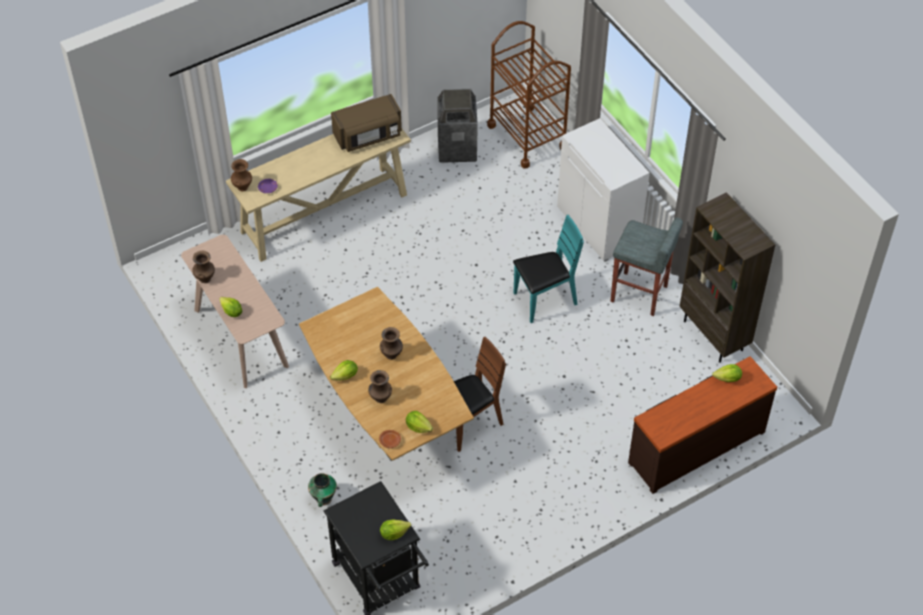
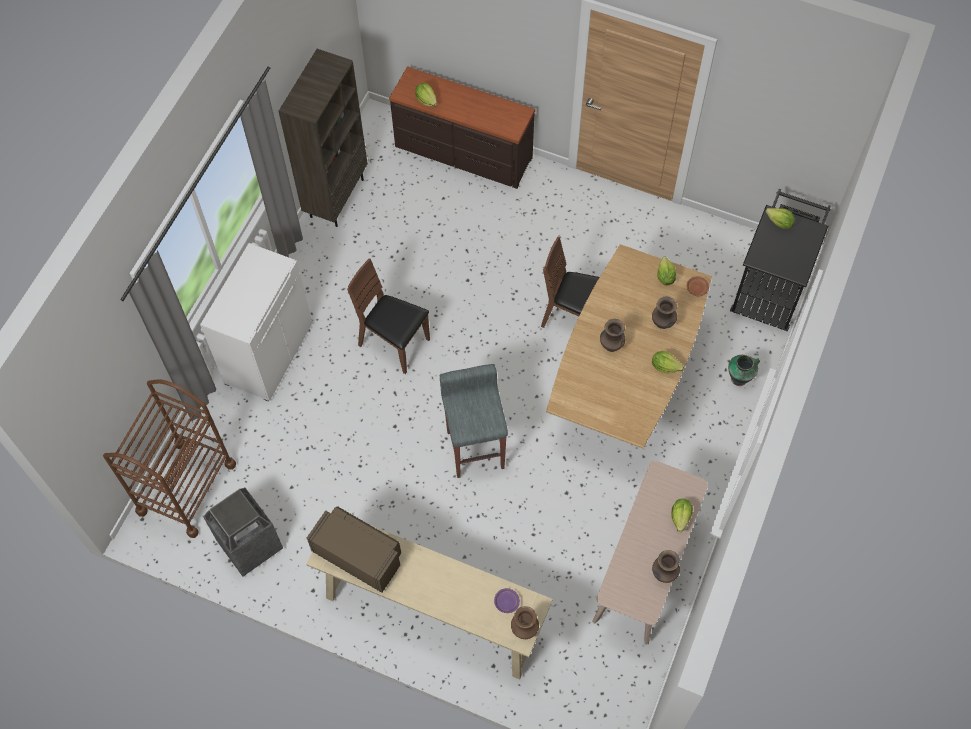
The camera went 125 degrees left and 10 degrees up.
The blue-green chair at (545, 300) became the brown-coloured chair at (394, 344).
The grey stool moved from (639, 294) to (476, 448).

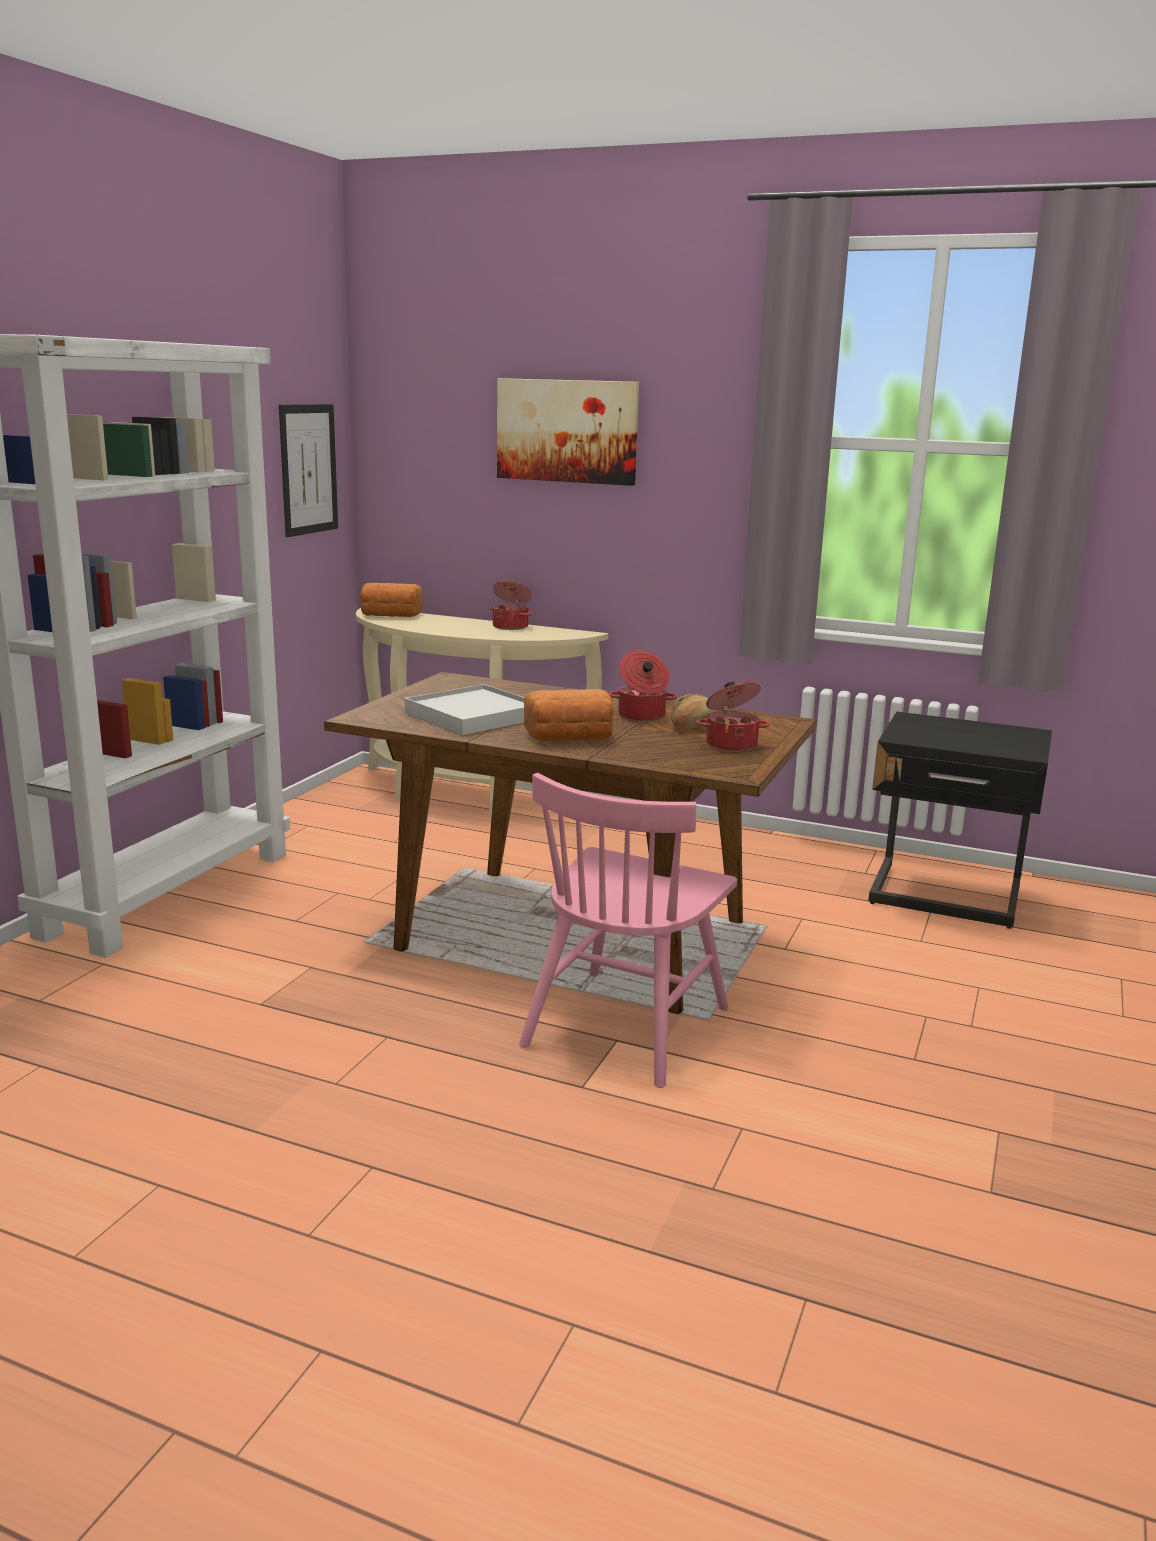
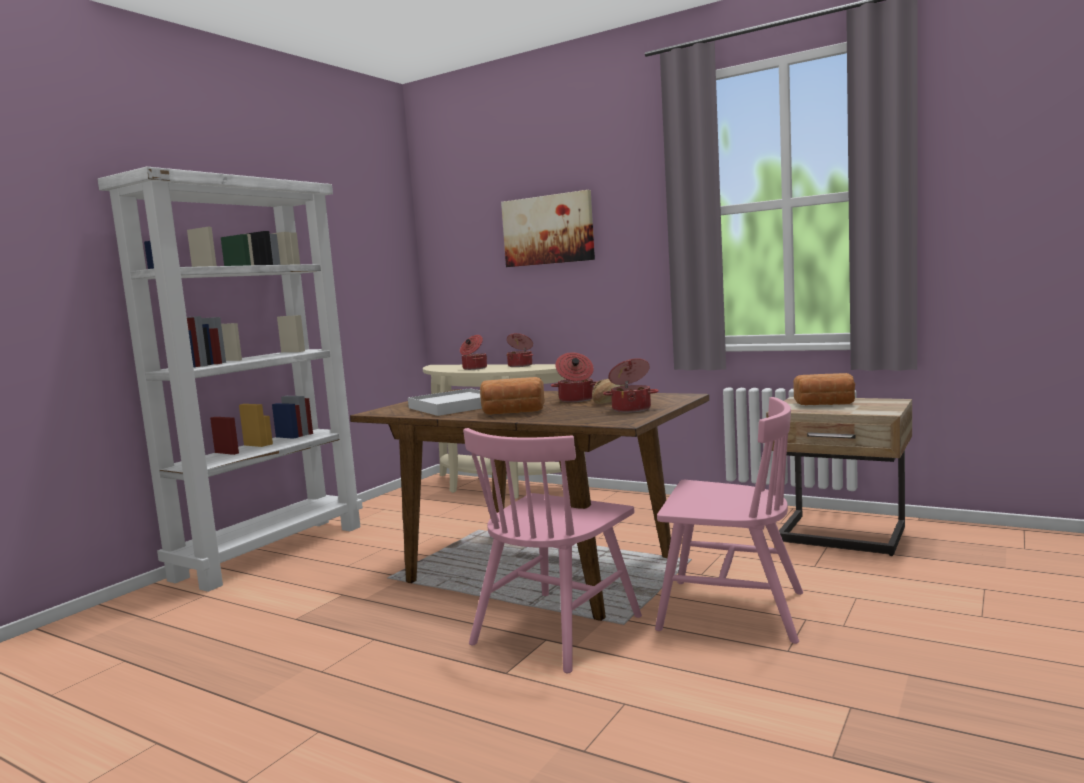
The camera went 10 degrees right and 10 degrees down.
The wall picture at (308, 469) disappeared.
The baked bread moved from (390, 616) to (825, 404).
The blackish night table at (945, 898) became the beige night table at (841, 537).
The saucepot at (474, 368) appeared.
The pink-coloured chair at (730, 610) appeared.

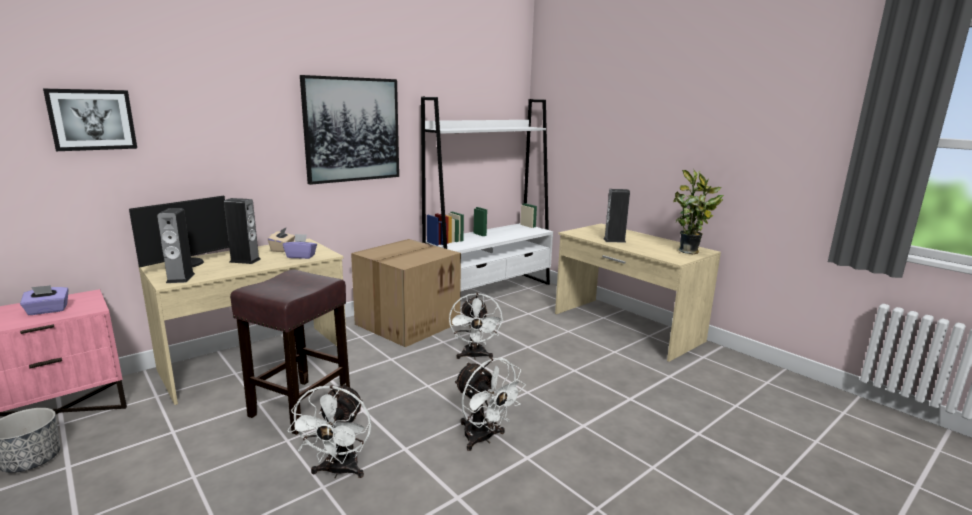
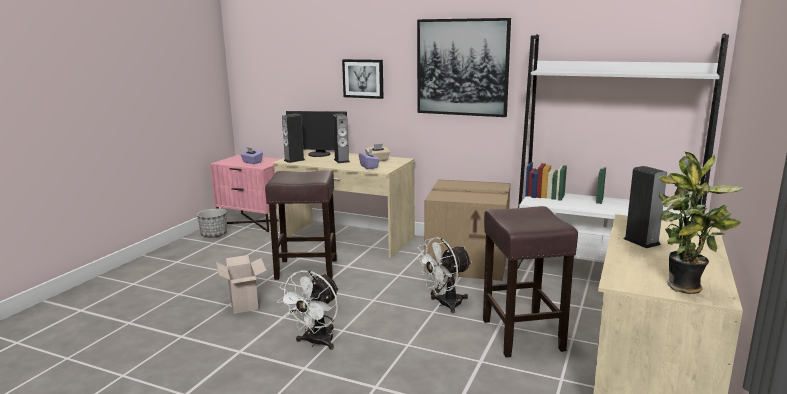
The camera went 65 degrees right and 0 degrees up.
The wall picture moved from (92, 119) to (363, 78).
The whitish electric fan at (338, 471) was replaced by the carton at (245, 304).
The brown-coloured stool at (521, 334) appeared.

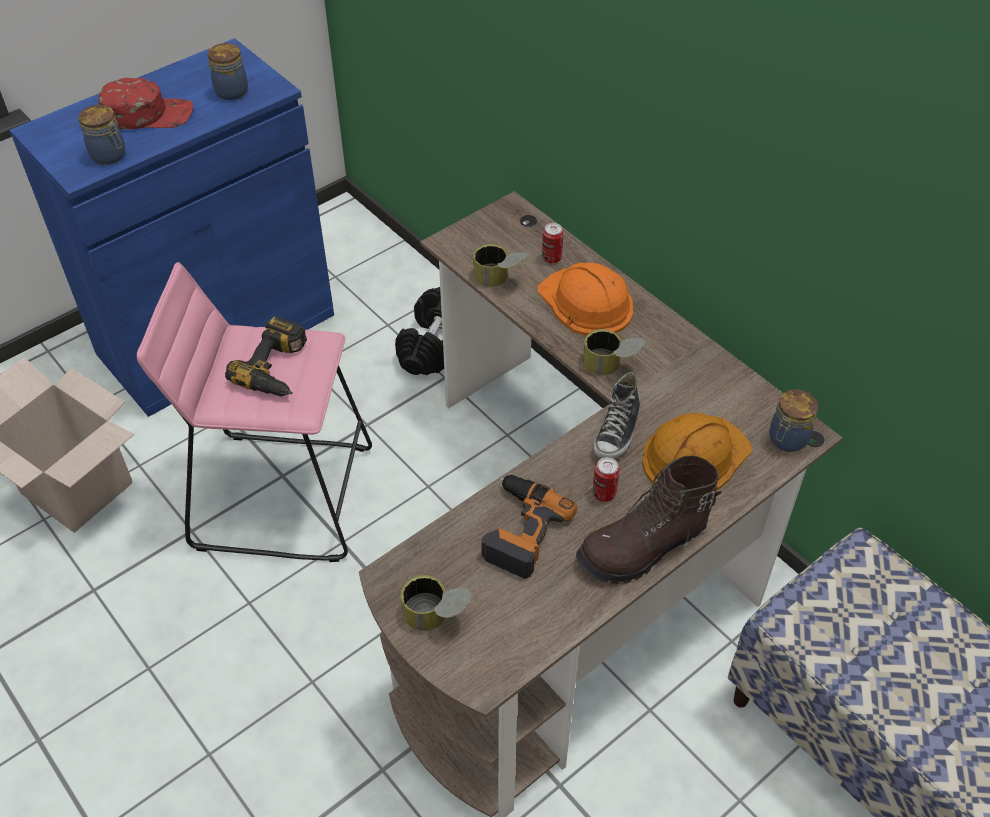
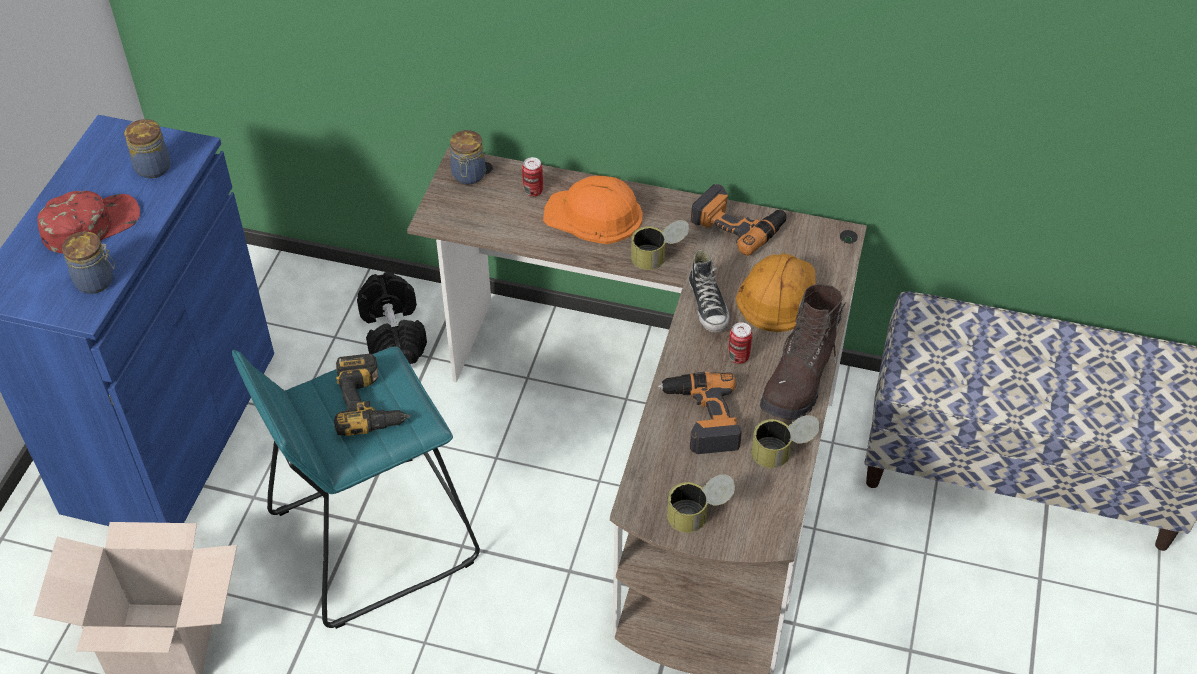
The camera went 35 degrees left and 0 degrees up.
The can moved from (499, 279) to (782, 452).
The pink-coloured stool at (283, 495) became the blue-green stool at (373, 537).
The preserve jar moved from (786, 439) to (468, 175).
The power drill at (738, 224) appeared.

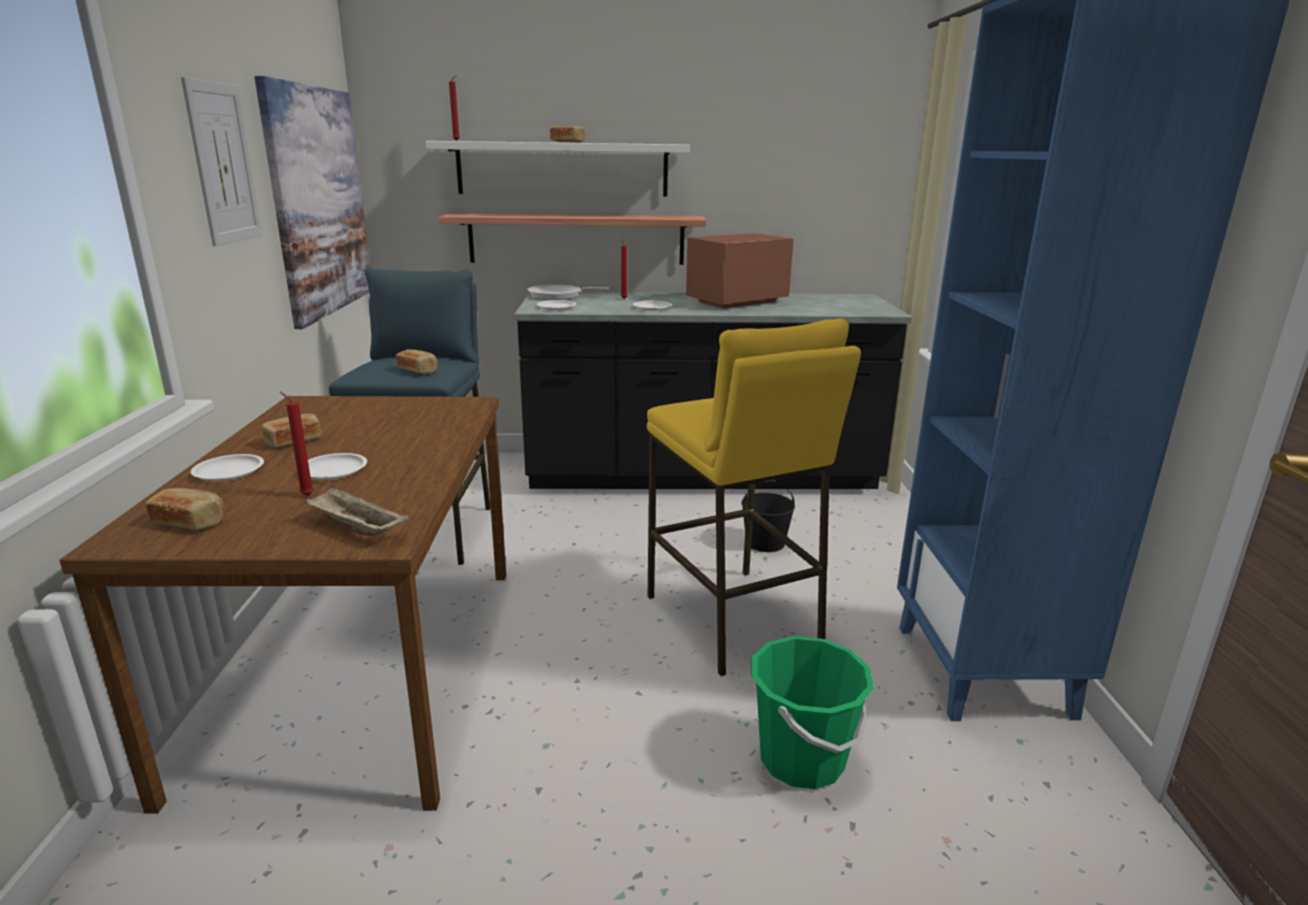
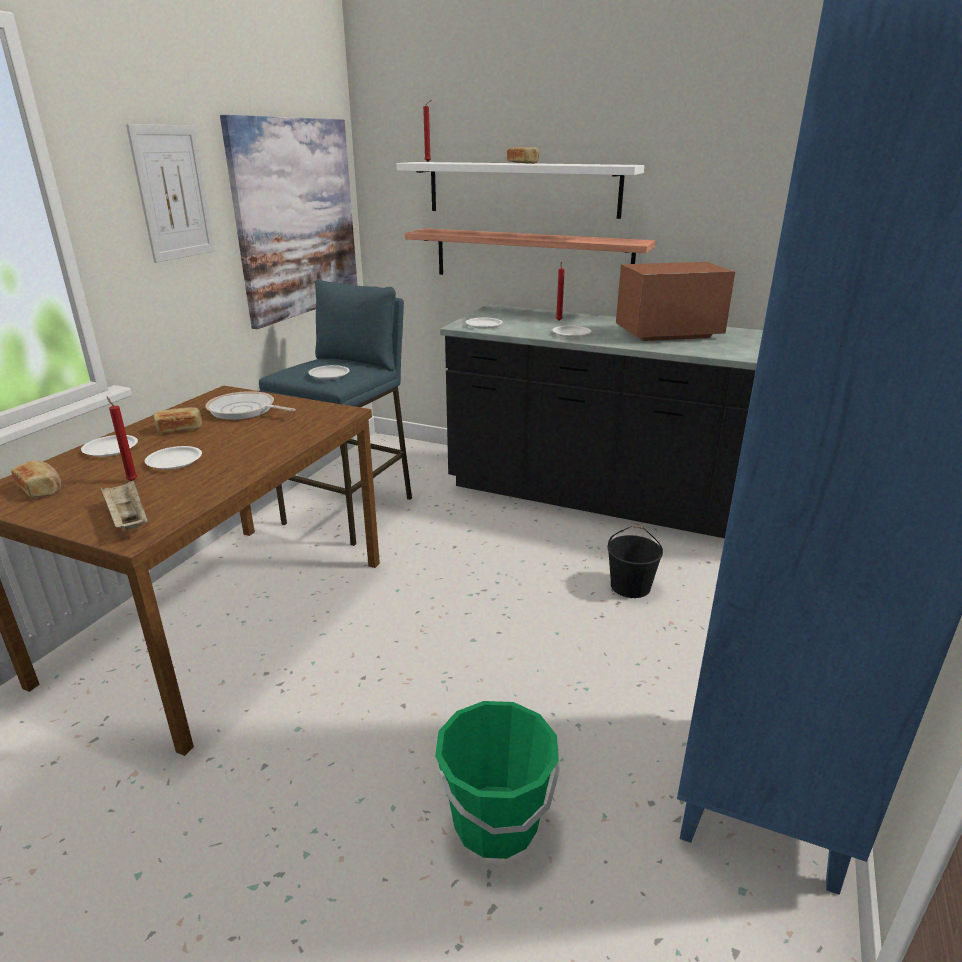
The camera went 25 degrees right and 5 degrees up.
The frying pan moved from (558, 296) to (244, 411).
The yellow stool at (733, 620) disappeared.
The baked bread at (418, 370) was replaced by the whitish plate at (329, 375).

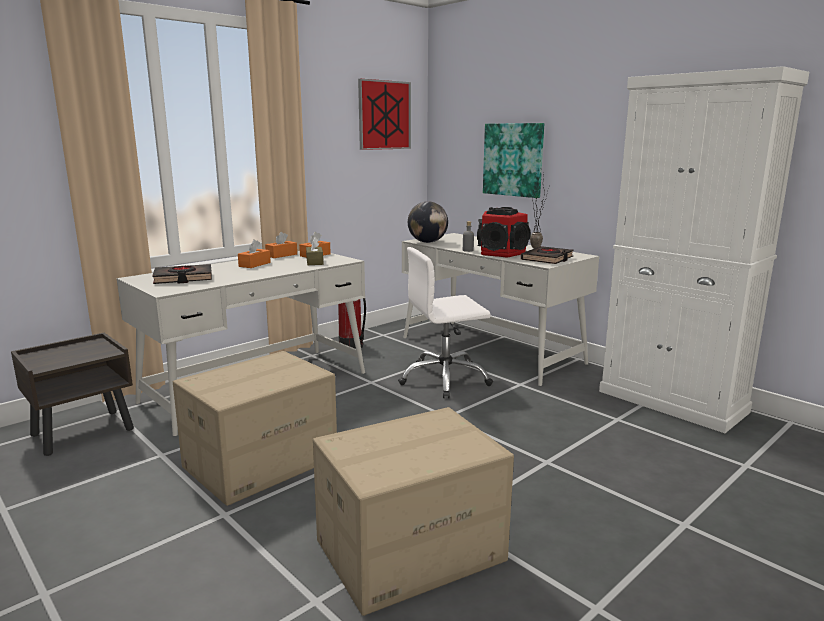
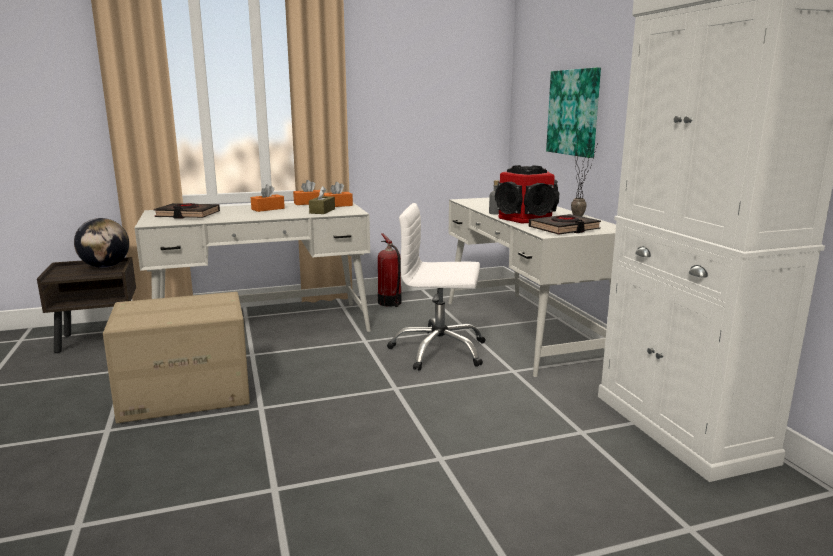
The camera went 25 degrees right and 0 degrees up.
The wall picture at (384, 115) disappeared.
The globe moved from (427, 242) to (105, 266).
The carton at (410, 550) disappeared.

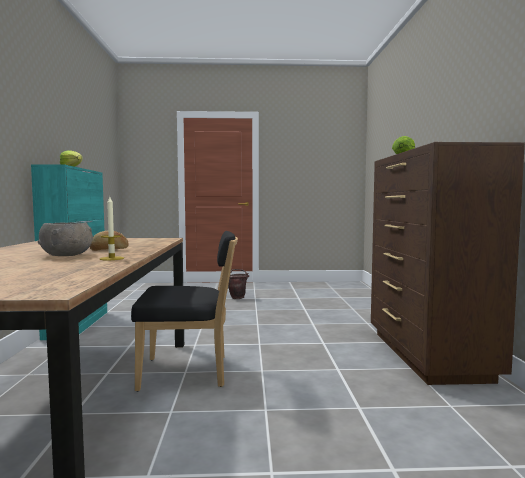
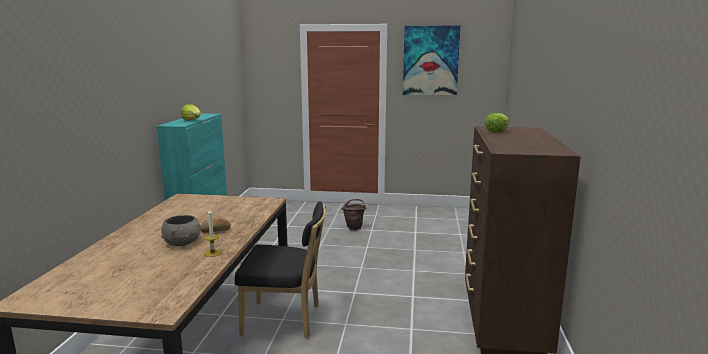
The camera went 10 degrees right and 10 degrees up.
The wall picture at (430, 60) appeared.

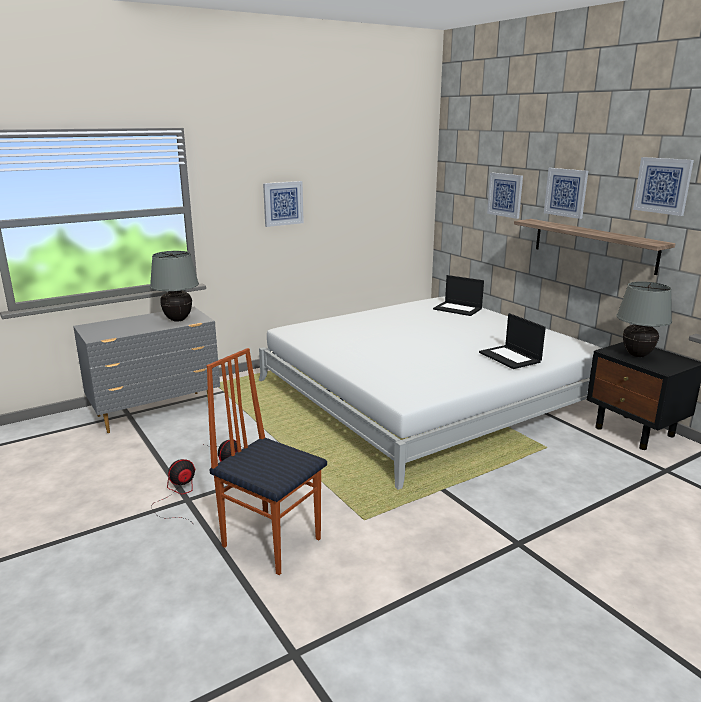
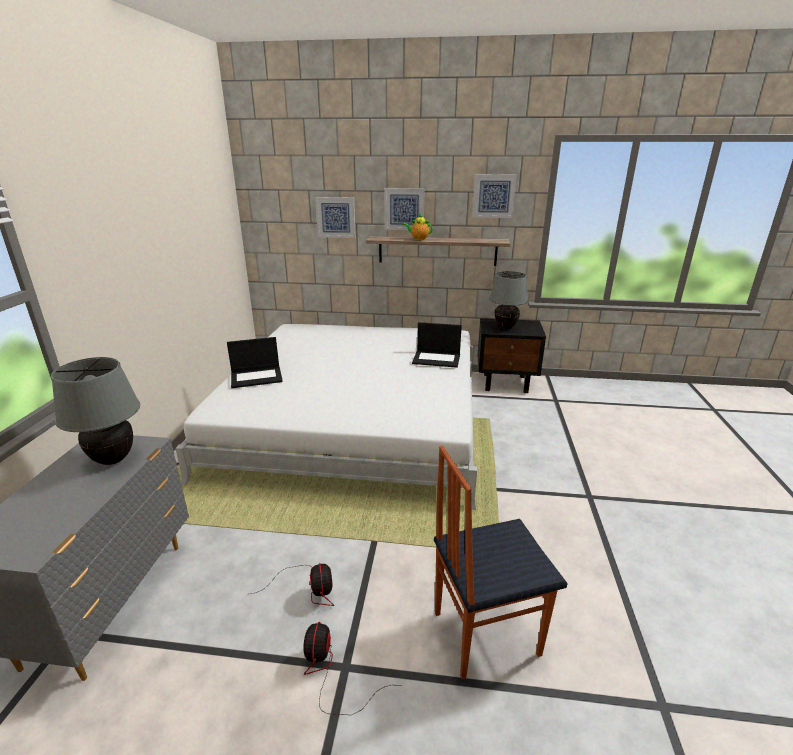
The camera went 50 degrees left and 5 degrees up.
The wall picture at (283, 203) disappeared.
The laptop moved from (458, 309) to (257, 377).
The tea pot at (418, 239) appeared.

